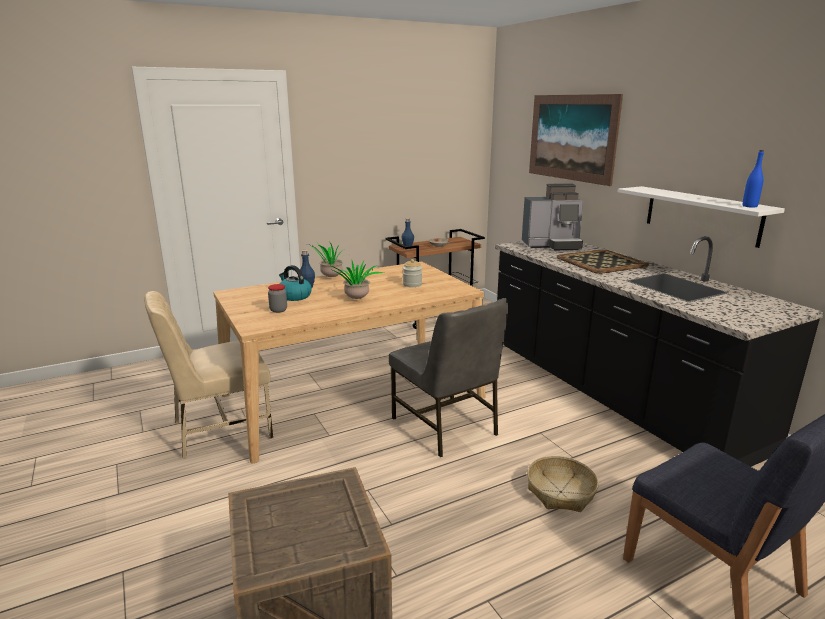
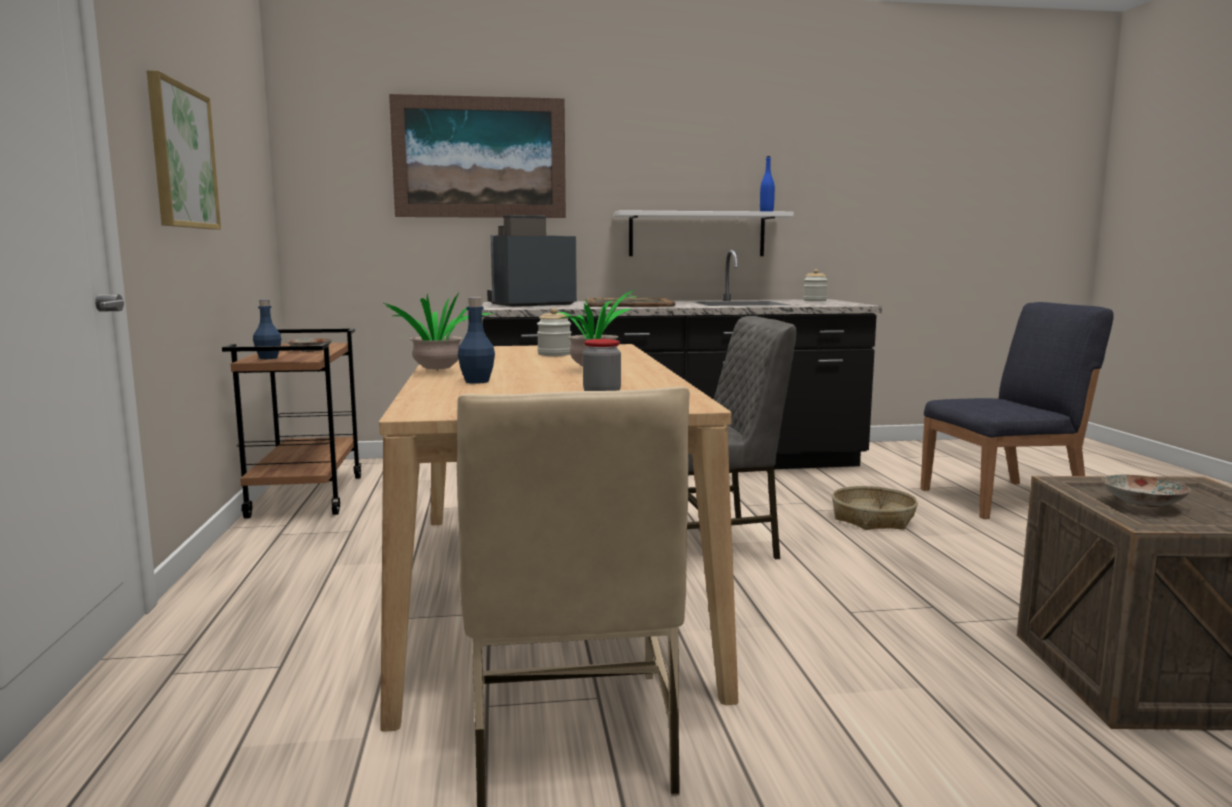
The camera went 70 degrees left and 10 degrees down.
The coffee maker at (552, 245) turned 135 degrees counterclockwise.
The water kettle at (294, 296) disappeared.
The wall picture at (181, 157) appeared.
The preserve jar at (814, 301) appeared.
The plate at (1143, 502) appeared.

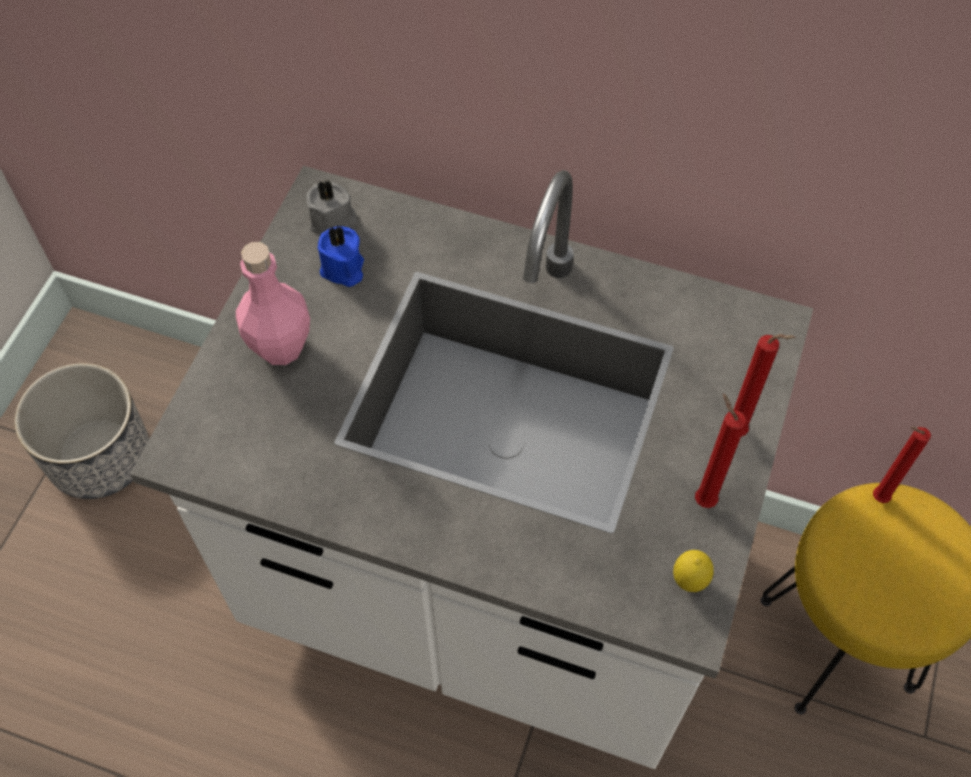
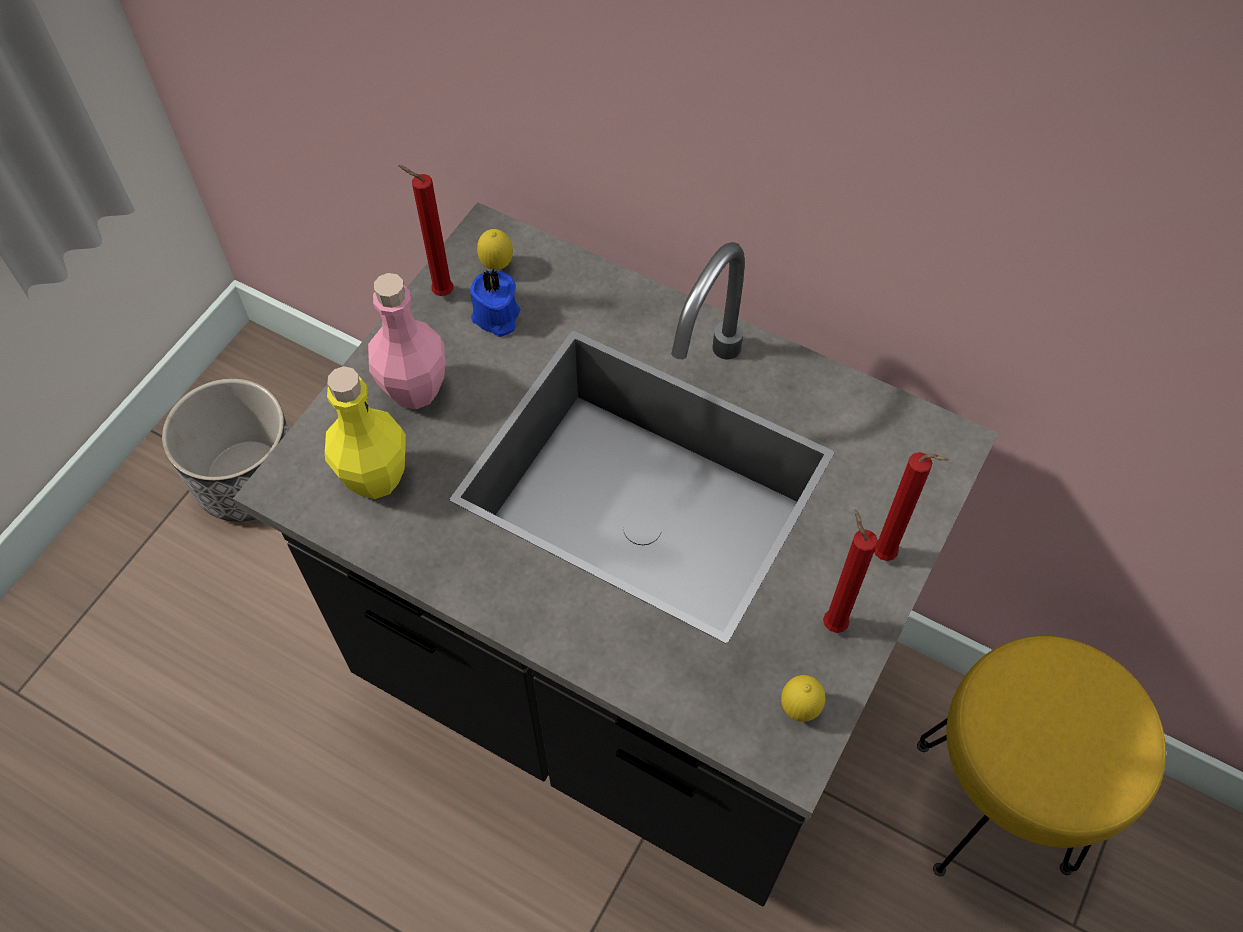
The camera went 10 degrees right and 0 degrees up.
The whitish kitchen counter at (485, 588) became the blackish kitchen counter at (621, 681).
The grey wax candle at (334, 222) was replaced by the whole lemon at (497, 266).
The red-coloured wax candle moved from (876, 498) to (439, 292).
The yellow beverage bottle at (375, 478) appeared.

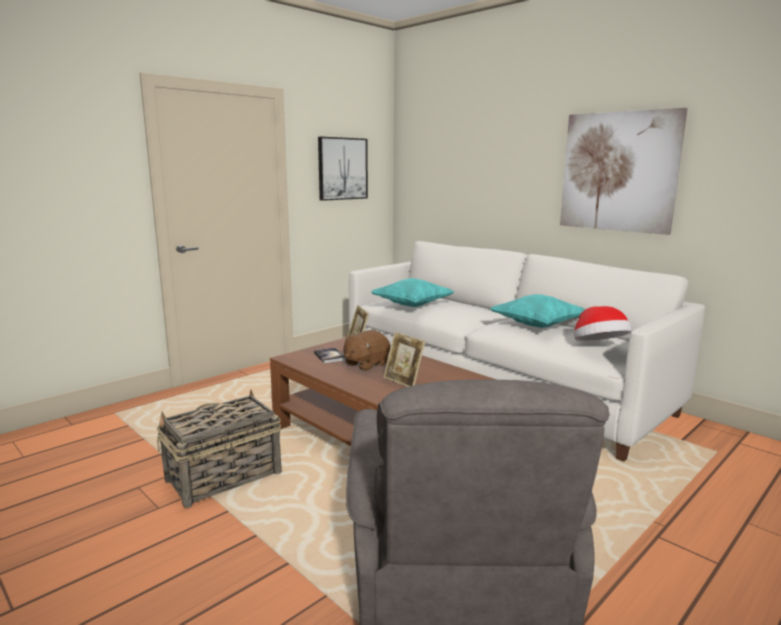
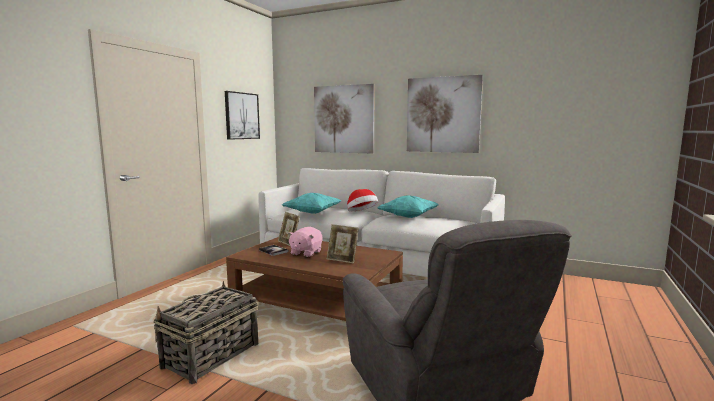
The camera went 20 degrees left and 5 degrees down.
The clothing hat moved from (599, 346) to (361, 213).
The brown-coloured cuddly toy at (365, 364) became the pink-coloured cuddly toy at (305, 253).
The wall picture at (343, 119) appeared.

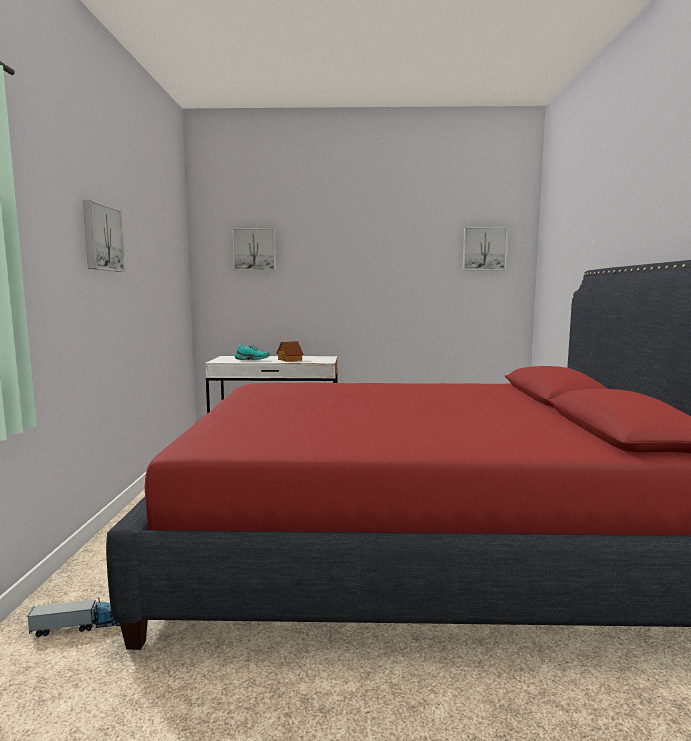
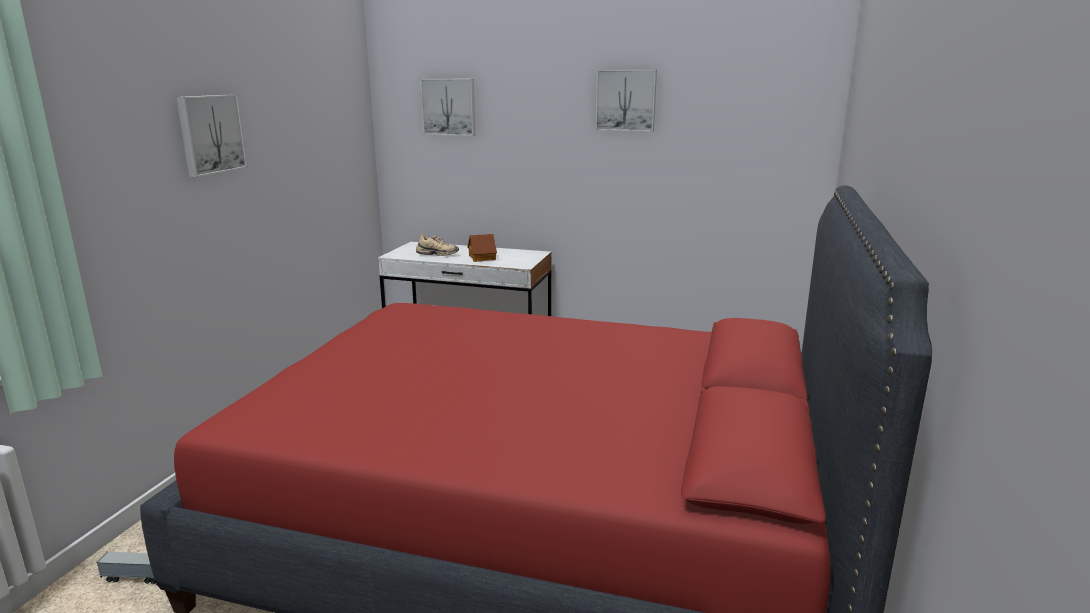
The camera went 15 degrees right and 10 degrees up.
The wall picture moved from (484, 249) to (626, 100).
The blue-green item of footwear at (252, 360) became the beige item of footwear at (437, 254).

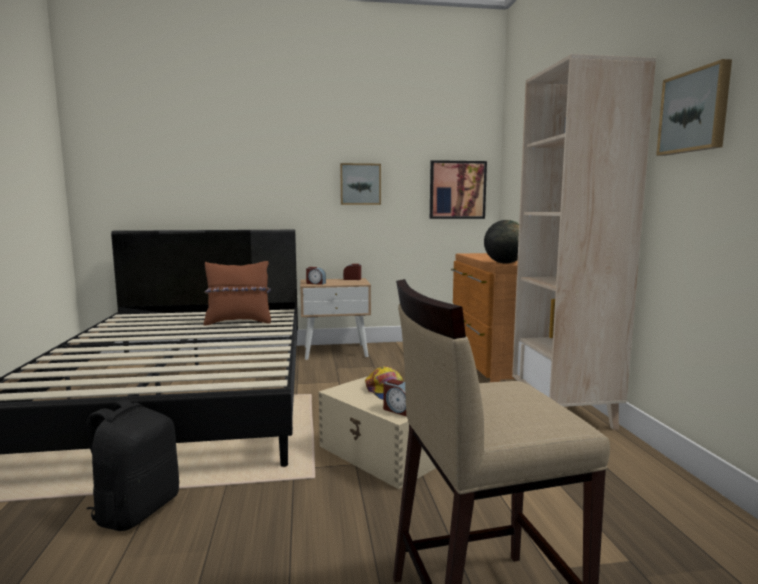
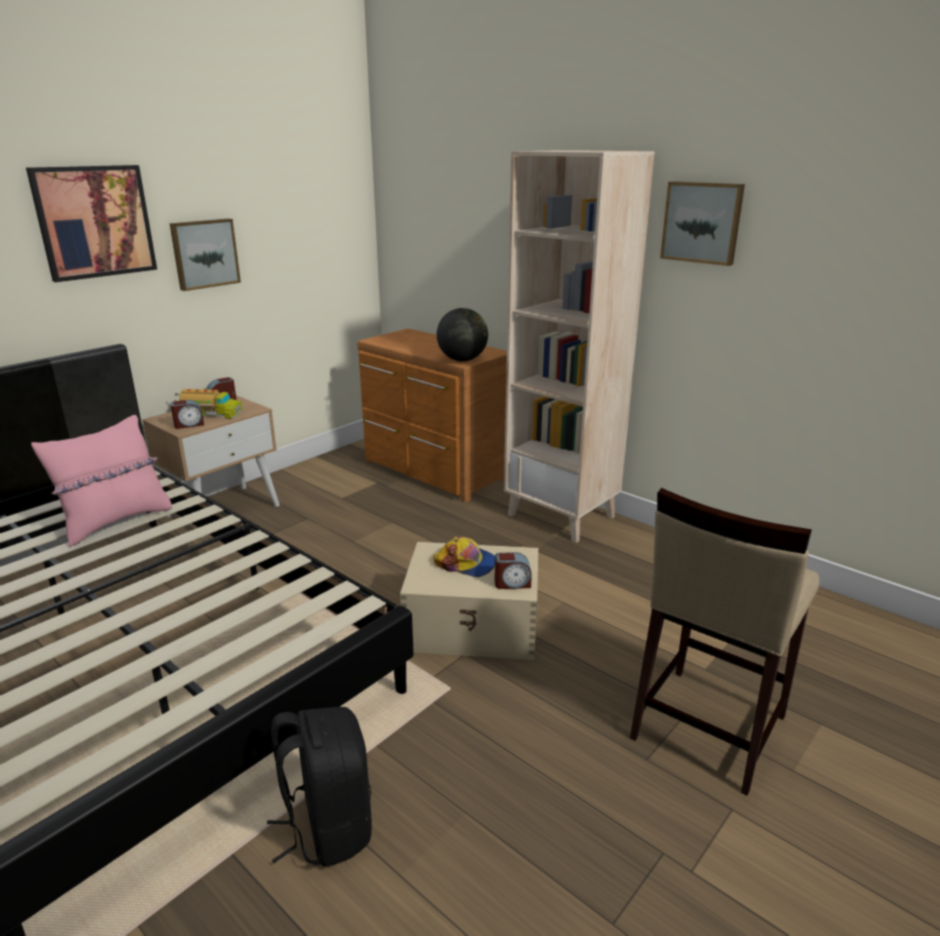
The camera went 40 degrees left and 15 degrees up.
The wall picture moved from (457, 190) to (94, 222).
The brown-coloured pillow at (239, 322) became the pink-coloured pillow at (116, 521).
The model truck at (210, 413) appeared.

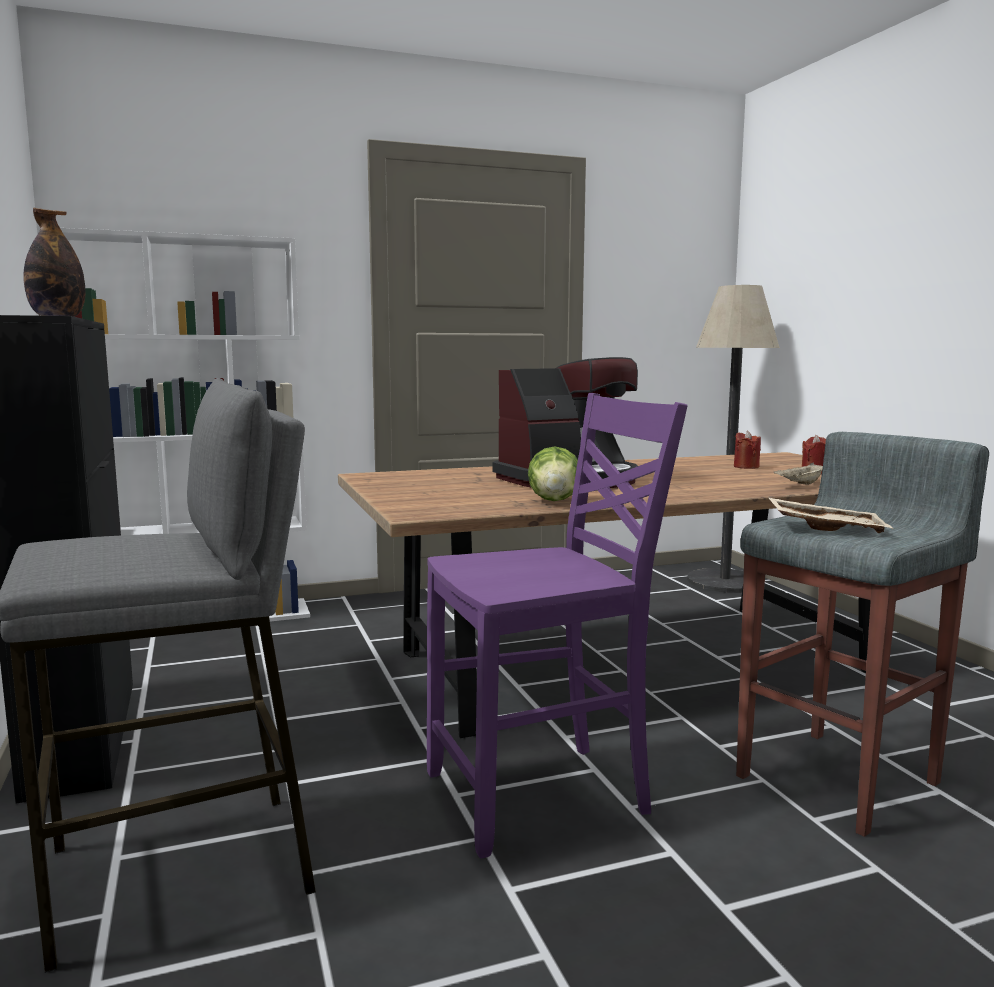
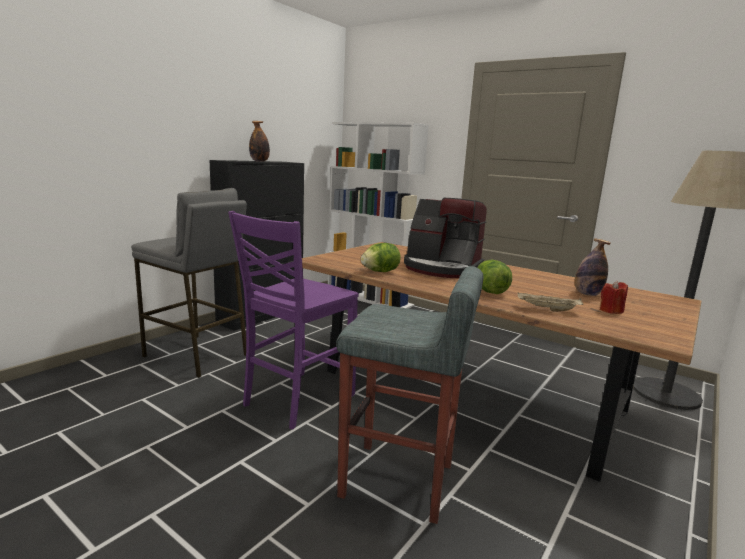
The camera went 55 degrees right and 5 degrees up.
The purple chair at (542, 795) turned 90 degrees clockwise.
The red-coloured wax candle at (746, 467) was replaced by the beverage bottle at (587, 294).
The beige serving tray at (826, 528) disappeared.
The lettuce head at (490, 291) appeared.

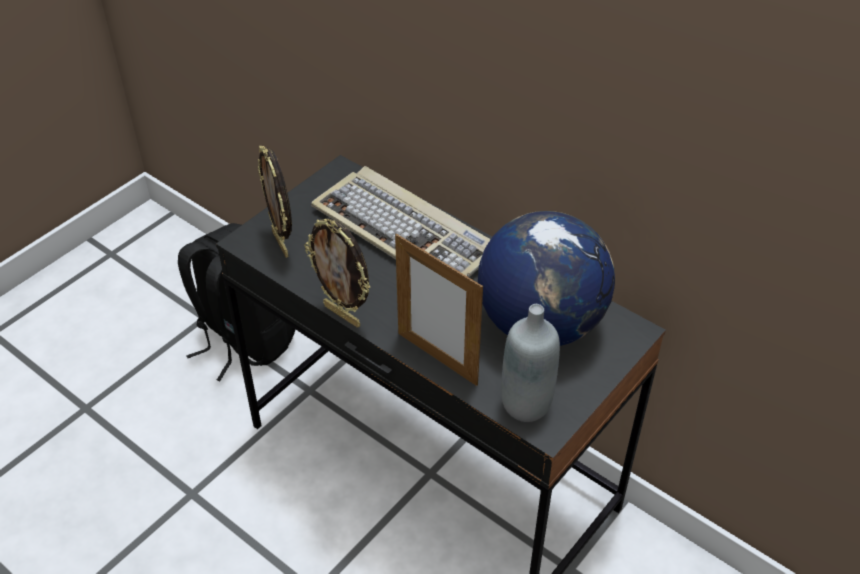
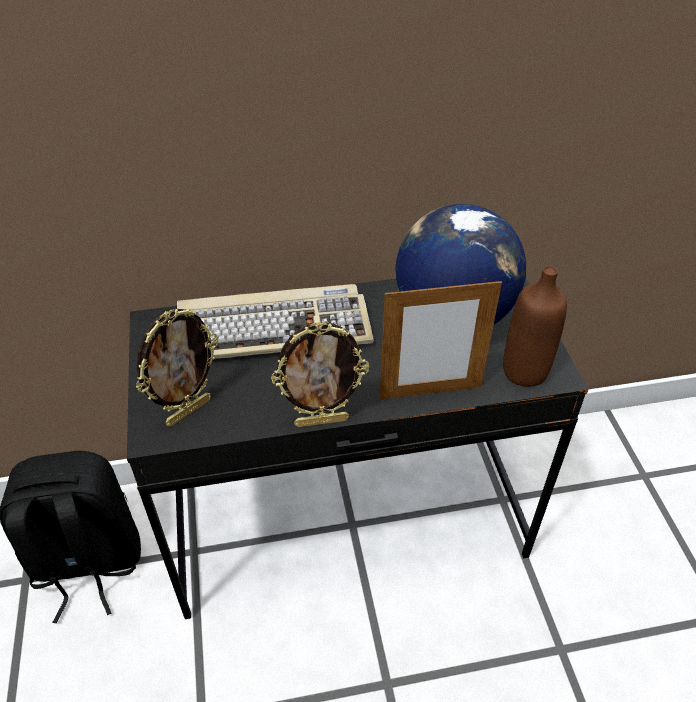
The camera went 50 degrees left and 0 degrees up.
The standing frame at (282, 243) turned 60 degrees counterclockwise.
The grey beverage bottle at (526, 404) became the brown-coloured beverage bottle at (524, 371).

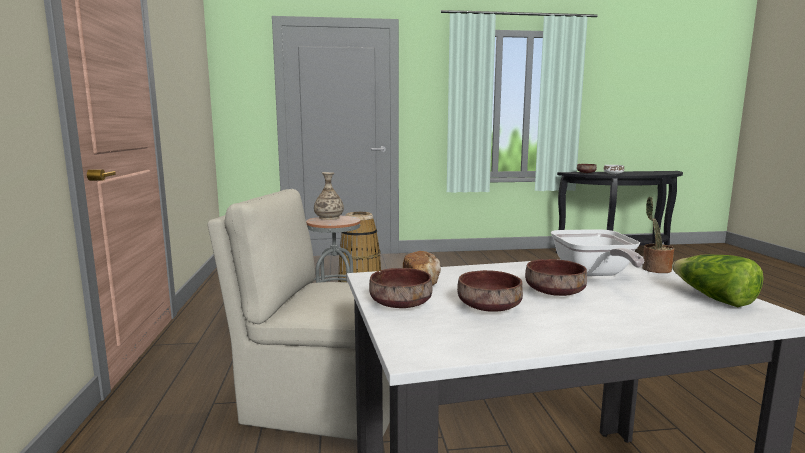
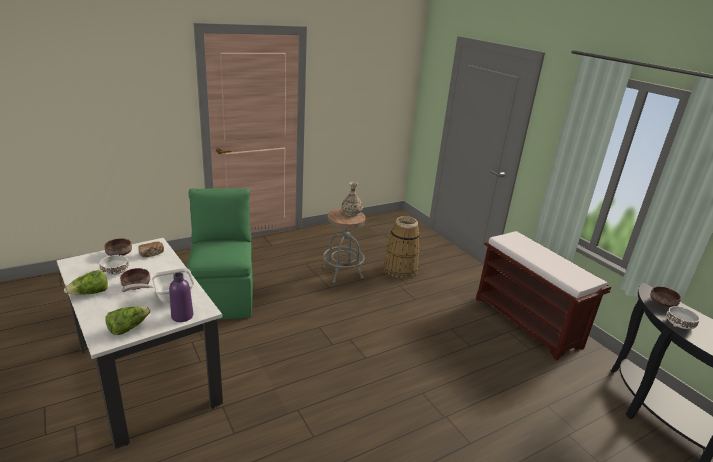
The camera went 65 degrees right and 15 degrees up.
The beige chair at (322, 402) became the green-coloured chair at (224, 297).
The potted plant at (654, 269) was replaced by the purple beverage bottle at (182, 316).
The brown-coloured deep dish at (490, 308) became the whitish deep dish at (114, 271).
The brown-coloured long seat at (528, 322) appeared.
The lettuce head at (90, 293) appeared.

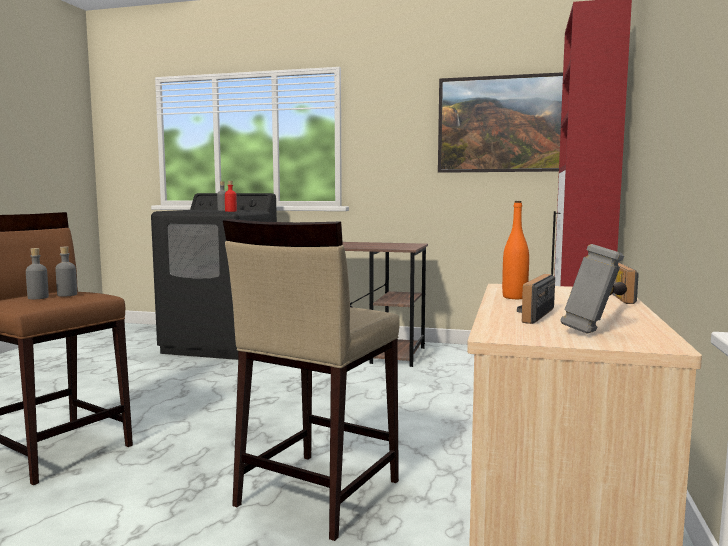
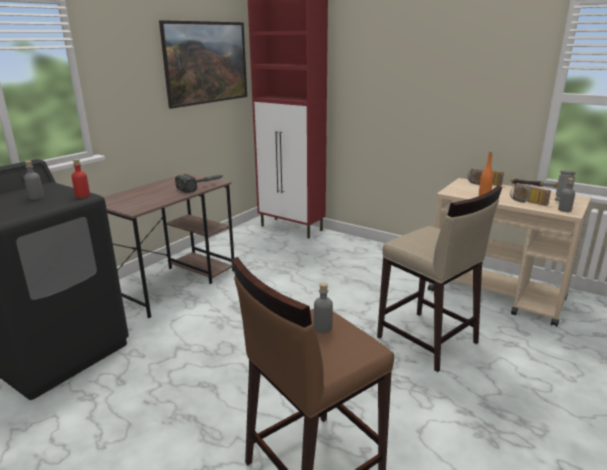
The camera went 70 degrees left and 15 degrees up.
The grey beverage bottle moved from (38, 297) to (564, 210).
The hand hammer at (203, 186) appeared.

